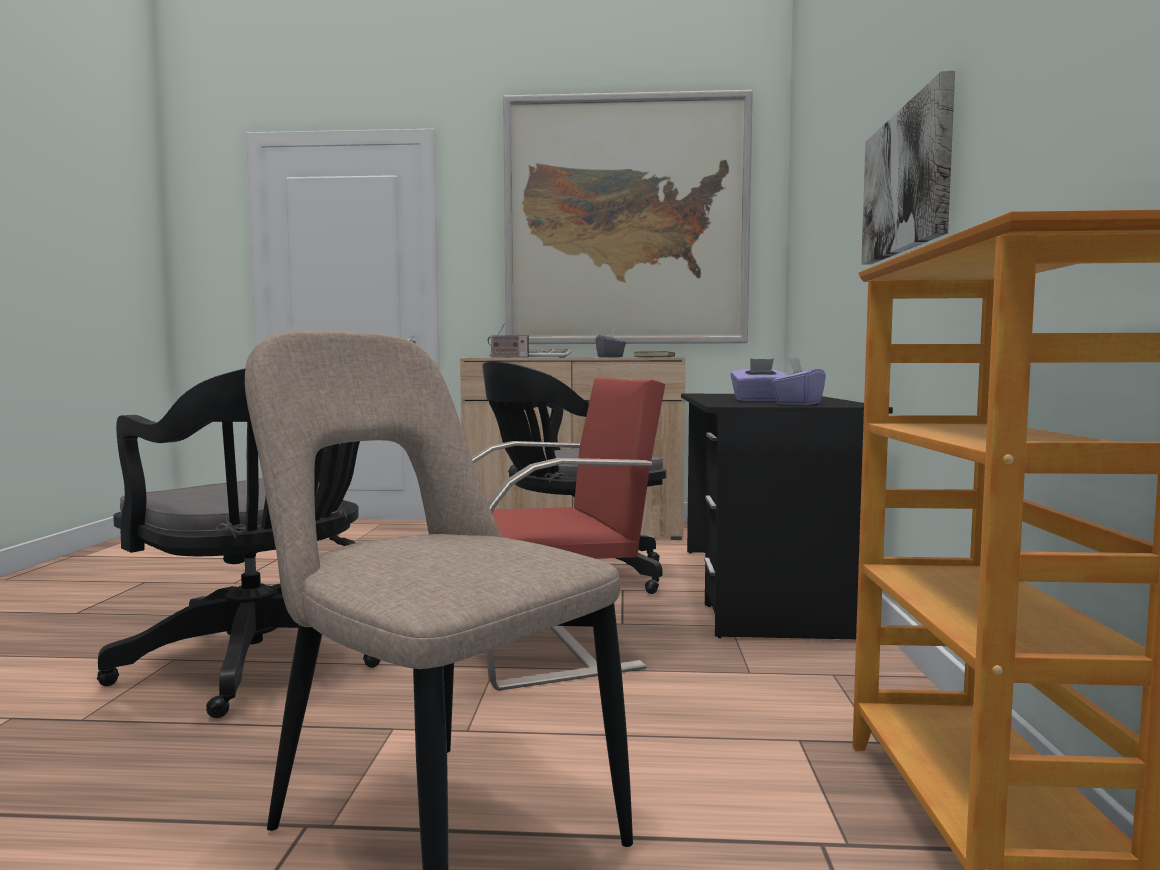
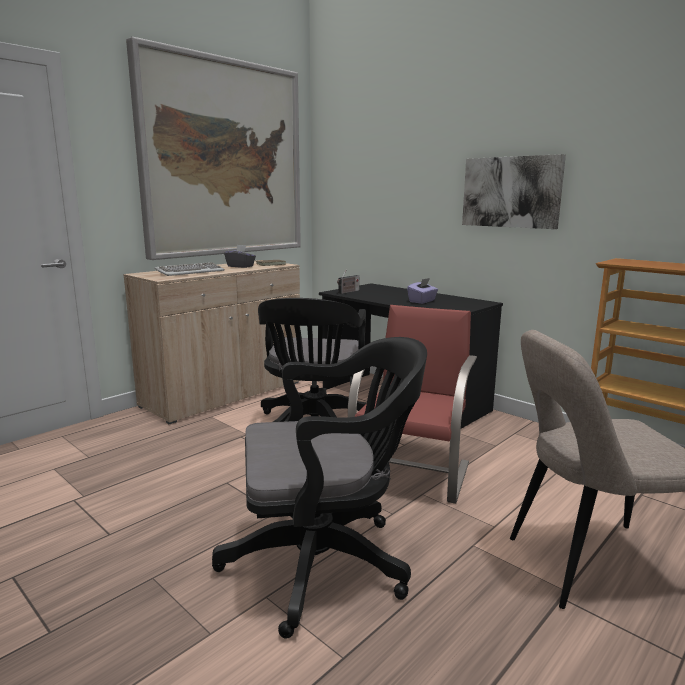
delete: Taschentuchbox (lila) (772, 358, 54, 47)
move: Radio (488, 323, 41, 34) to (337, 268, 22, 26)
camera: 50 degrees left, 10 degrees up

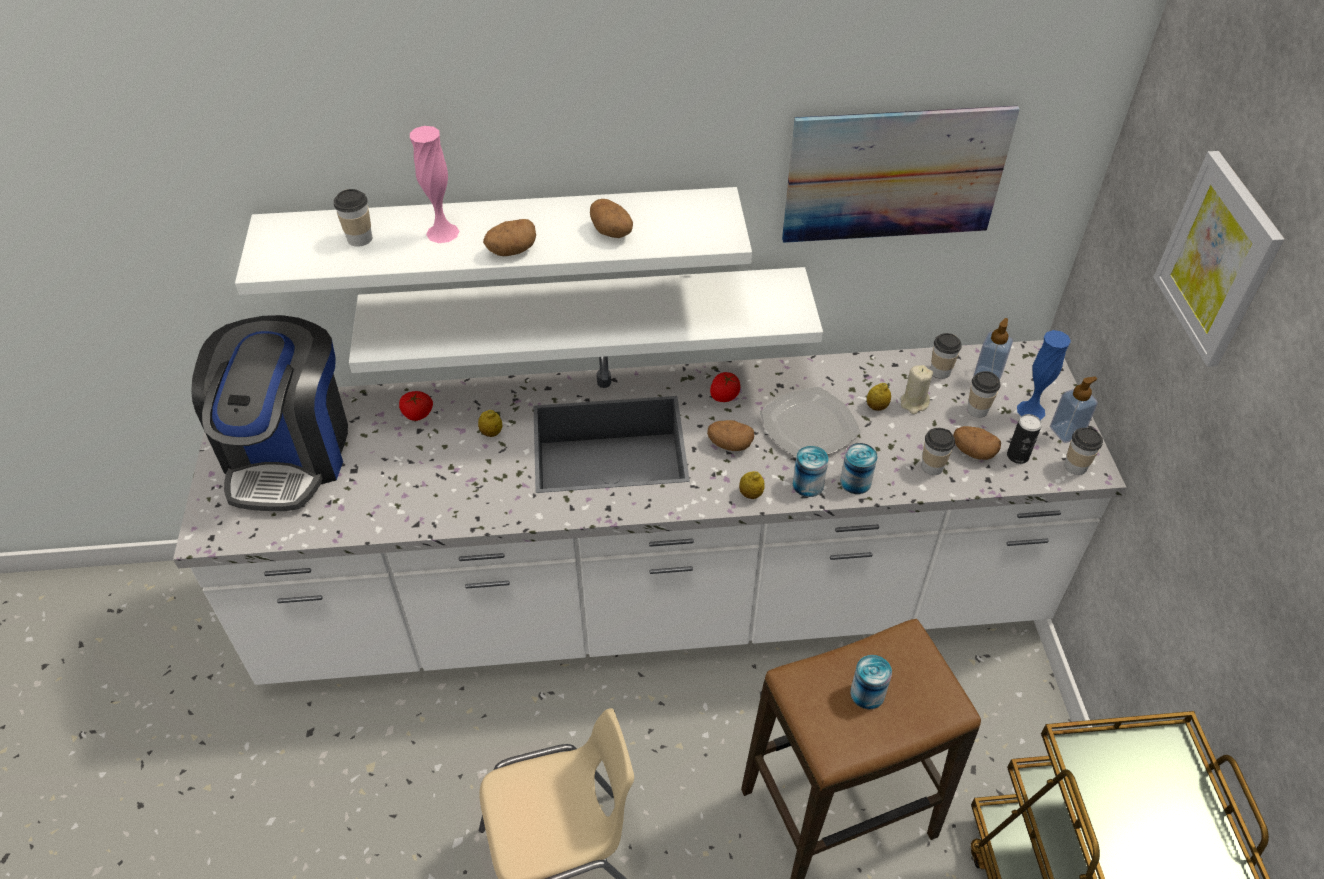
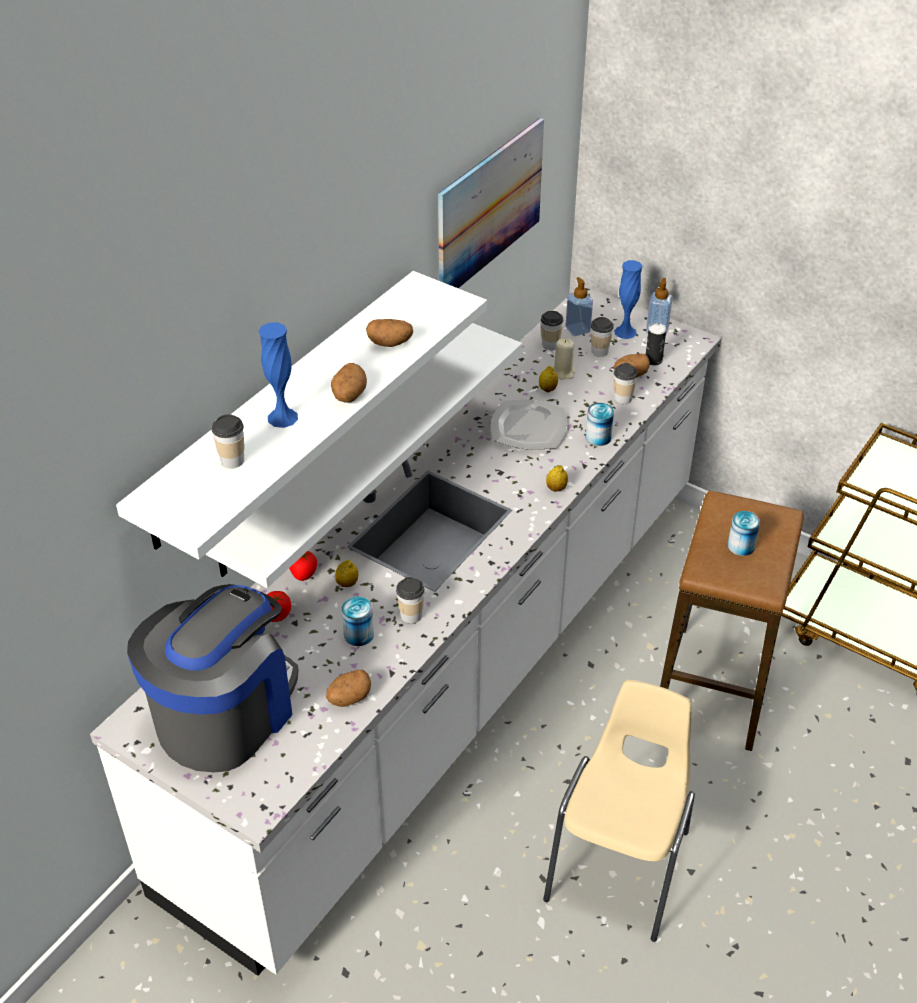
delete: Bild (1154, 151, 131, 216)
move: Kartoffel (707, 420, 47, 31) to (326, 670, 45, 37); Tomate (710, 372, 30, 30) to (289, 551, 28, 30); Dose (793, 446, 36, 51) to (342, 597, 32, 49); Tasse (1064, 427, 39, 48) to (396, 577, 28, 47)
recolor: Vase (rosa) (410, 126, 49, 117) to Vase (blau) (259, 322, 39, 106)
rotate: Kaffeemaschine (191, 315, 157, 196) = (127, 584, 171, 188) 105 degrees counterclockwise
camera: 50 degrees left, 5 degrees down

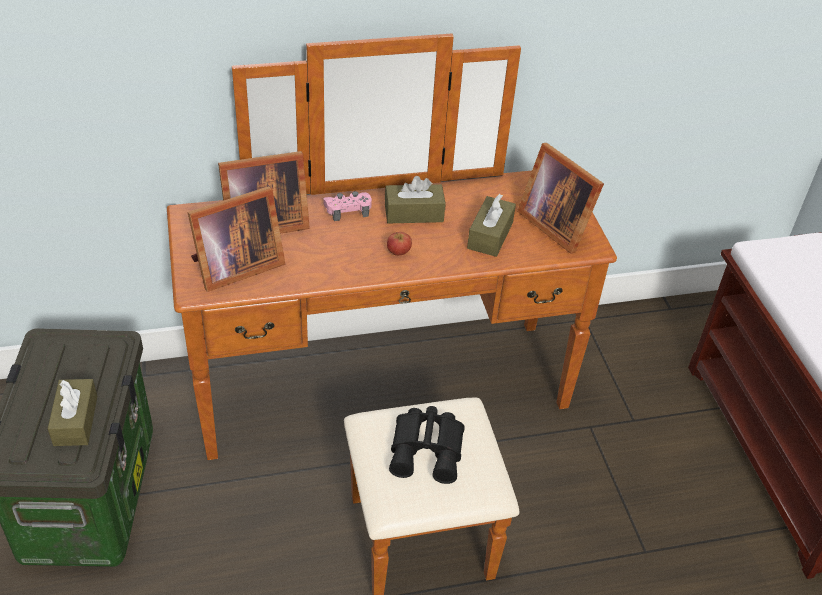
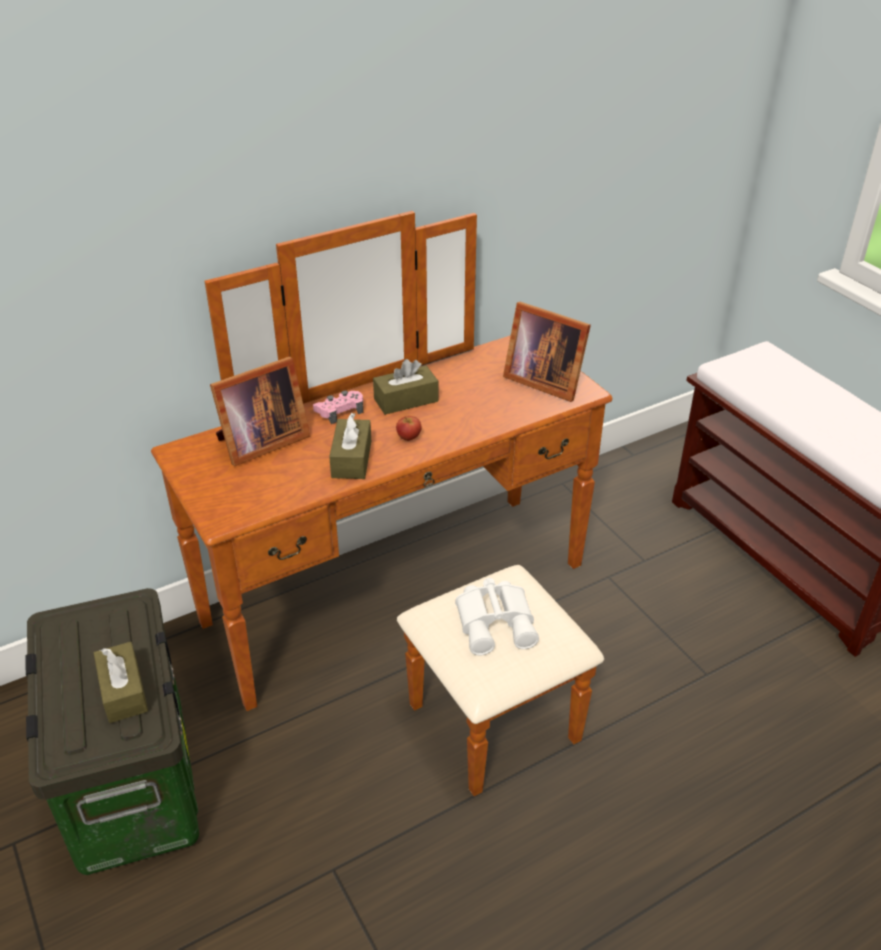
delete: Bilderrahmen (187, 186, 98, 106)
move: Taschentuchbox (braun) (467, 194, 49, 63) to (329, 413, 42, 66)
recolor: Fernglas (schwarz) (389, 406, 76, 78) to Fernglas (weiß) (455, 578, 84, 78)
camera: 15 degrees left, 5 degrees down

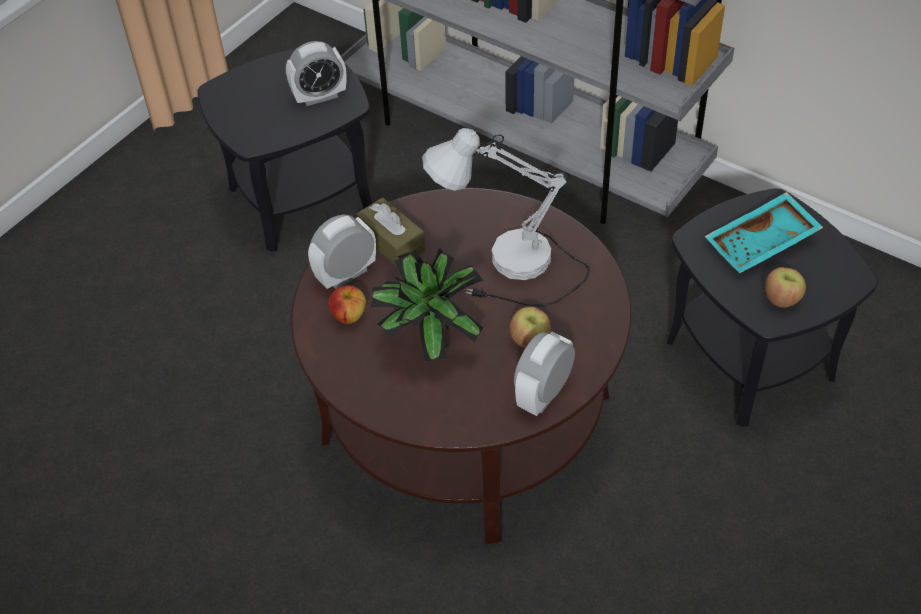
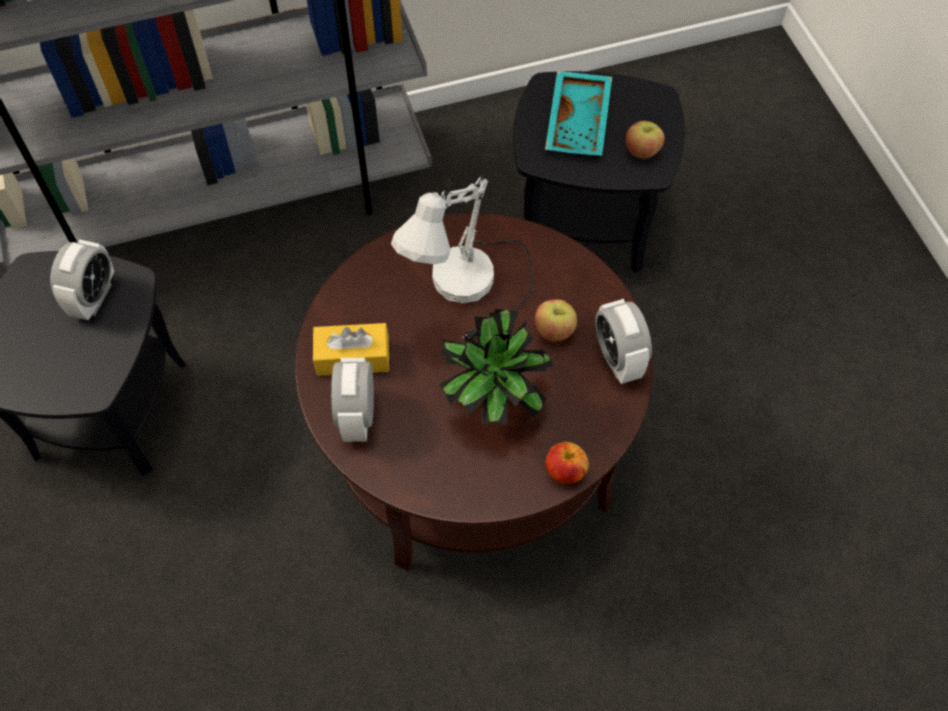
move: Apfel (329, 285, 37, 39) to (545, 442, 44, 42)
recolor: Taschentuchbox (braun) (356, 197, 69, 69) to Taschentuchbox (gelb) (313, 323, 76, 53)
camera: 55 degrees left, 10 degrees up

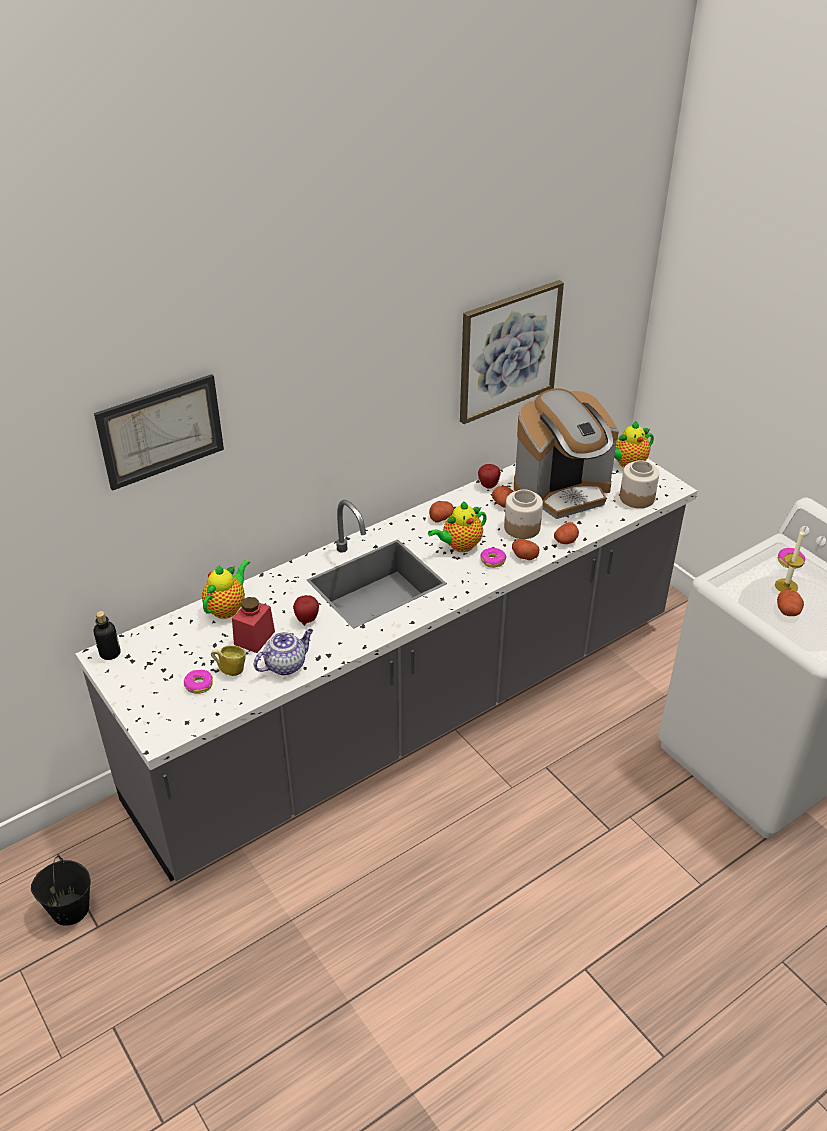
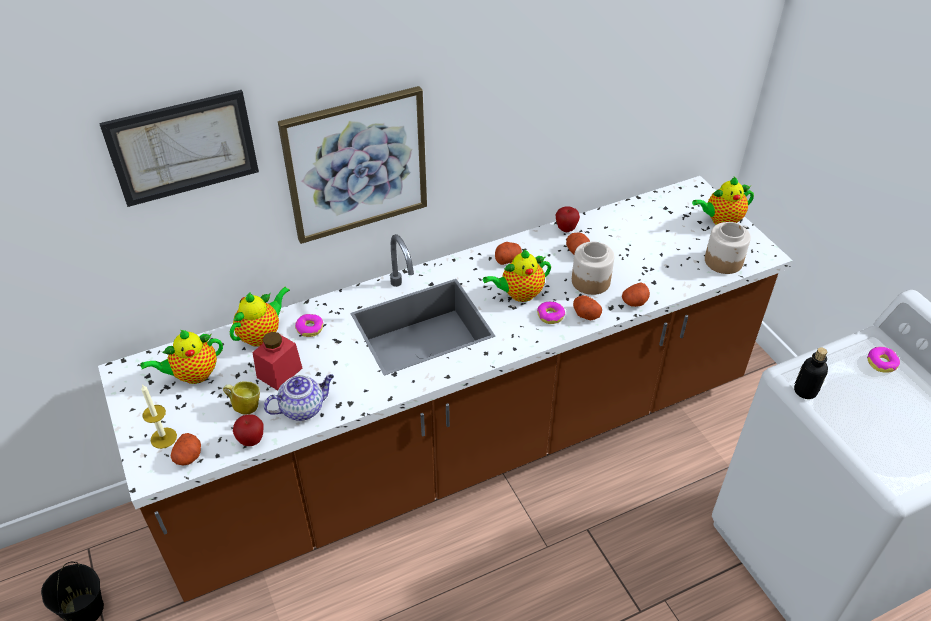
delete: Kaffeemaschine (514, 388, 105, 131)
insert: Teekanne (140, 330, 83, 54)
move: Flasche (94, 611, 26, 49) to (794, 347, 34, 52); Donut (184, 670, 29, 24) to (295, 314, 29, 23); Apfel (293, 595, 26, 28) to (233, 414, 30, 32); Bild (460, 280, 104, 144) to (278, 86, 149, 158); Kerze (775, 529, 30, 63) to (141, 384, 36, 65); Kartoffel (777, 590, 27, 26) to (171, 433, 30, 32)
recolor: Küchenzeile (grau) (75, 458, 622, 423) to Küchenzeile (braun) (98, 176, 695, 426)
camera: 10 degrees right, 5 degrees up

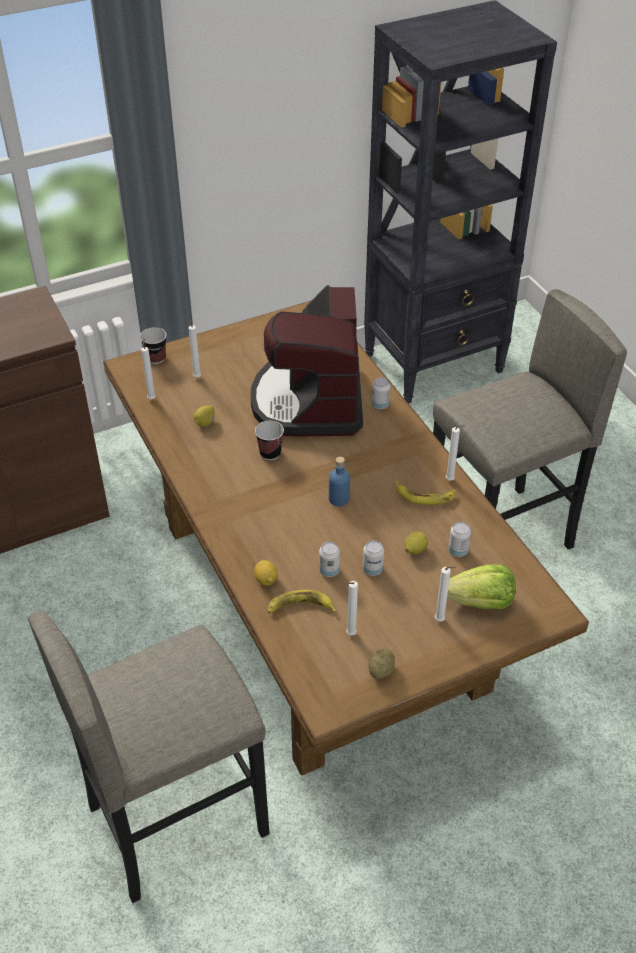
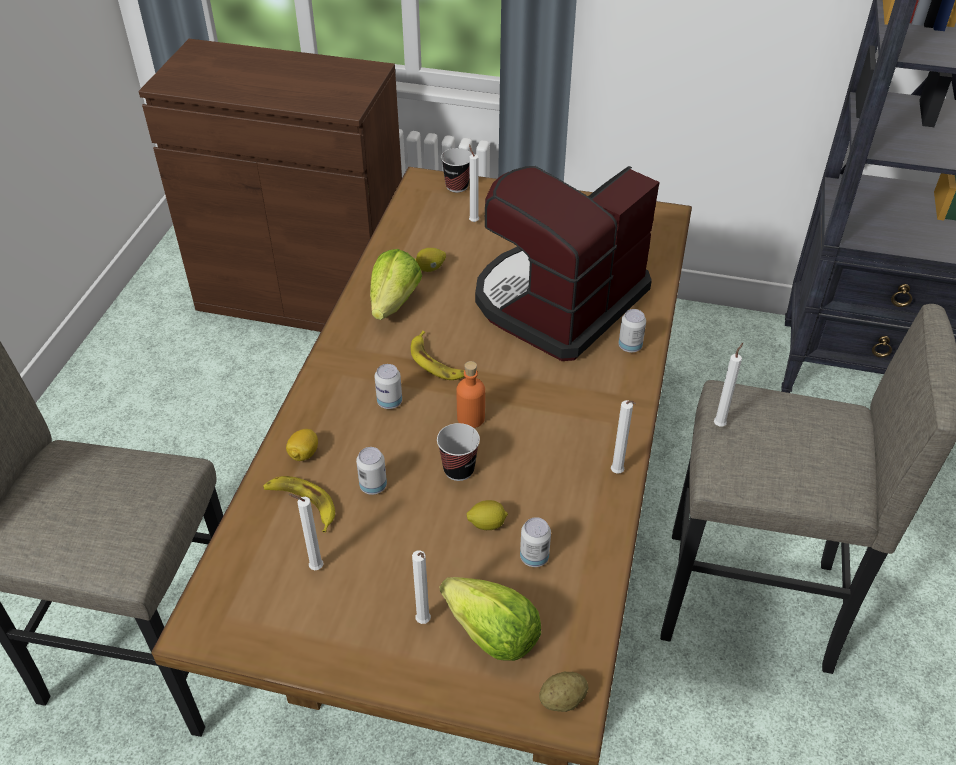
insert: Salatkopf (370, 249, 52, 71)
move: Kerze (weiß) (141, 339, 15, 60) to (714, 343, 29, 84); Tasse (255, 421, 29, 39) to (437, 423, 43, 58); Dose (363, 540, 21, 36) to (375, 364, 27, 45); Kartoffel (368, 648, 27, 31) to (539, 672, 50, 40); Banane (395, 481, 61, 24) to (411, 331, 53, 49)
recolor: Flasche (blau) (329, 457, 21, 49) to Flasche (orange) (457, 361, 28, 67)
camera: 40 degrees right, 0 degrees up

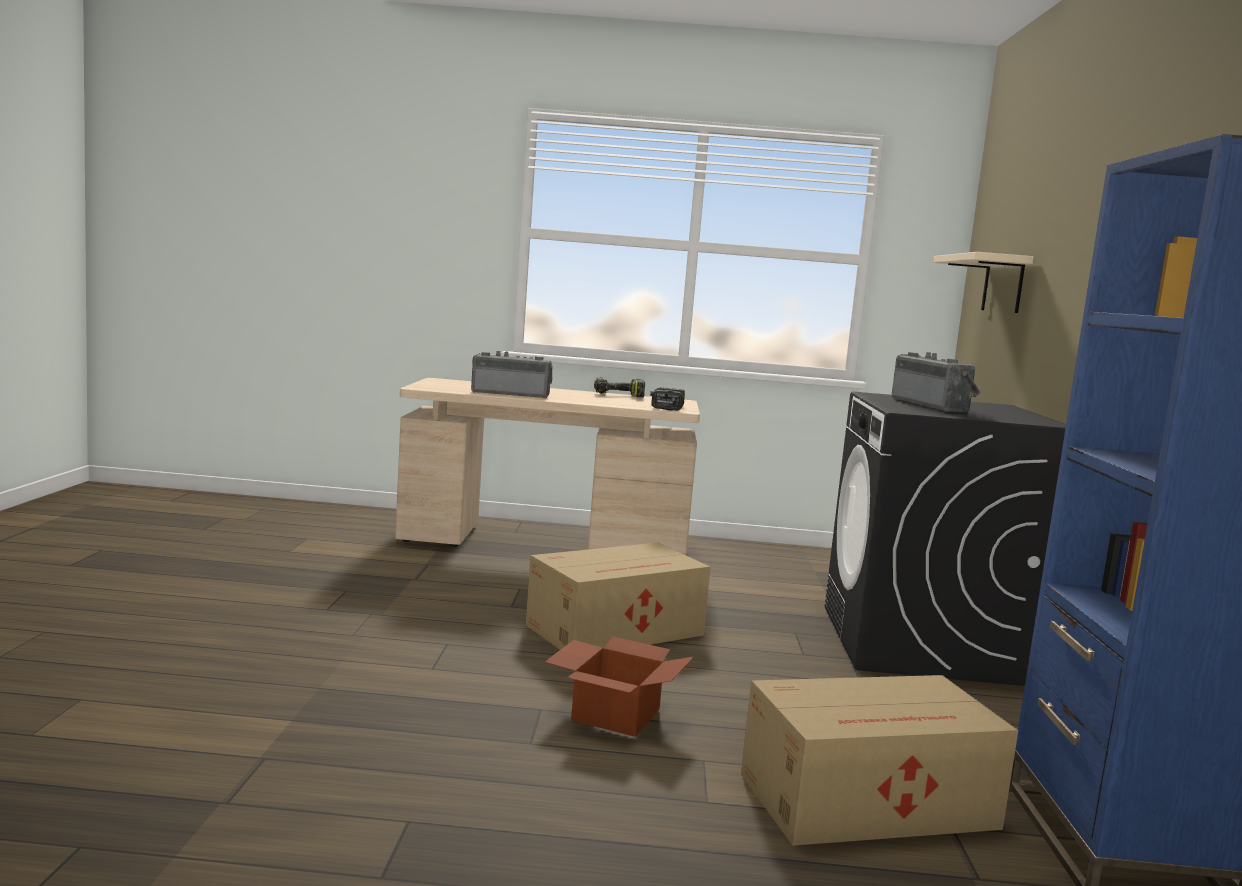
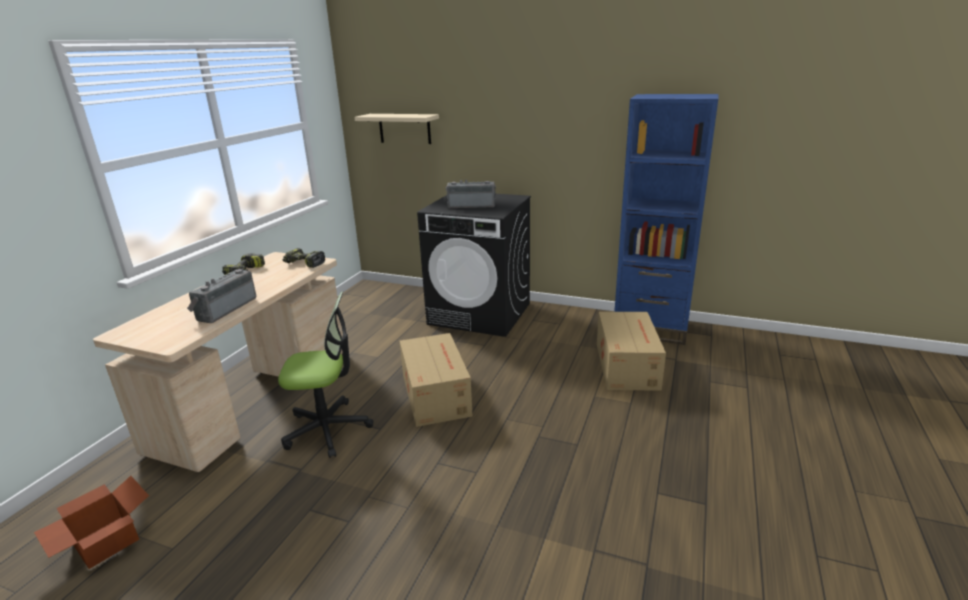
insert: Bürostuhl (278, 291, 96, 167)
move: Karton (545, 637, 149, 100) to (34, 476, 115, 93)
camera: 70 degrees left, 15 degrees up

